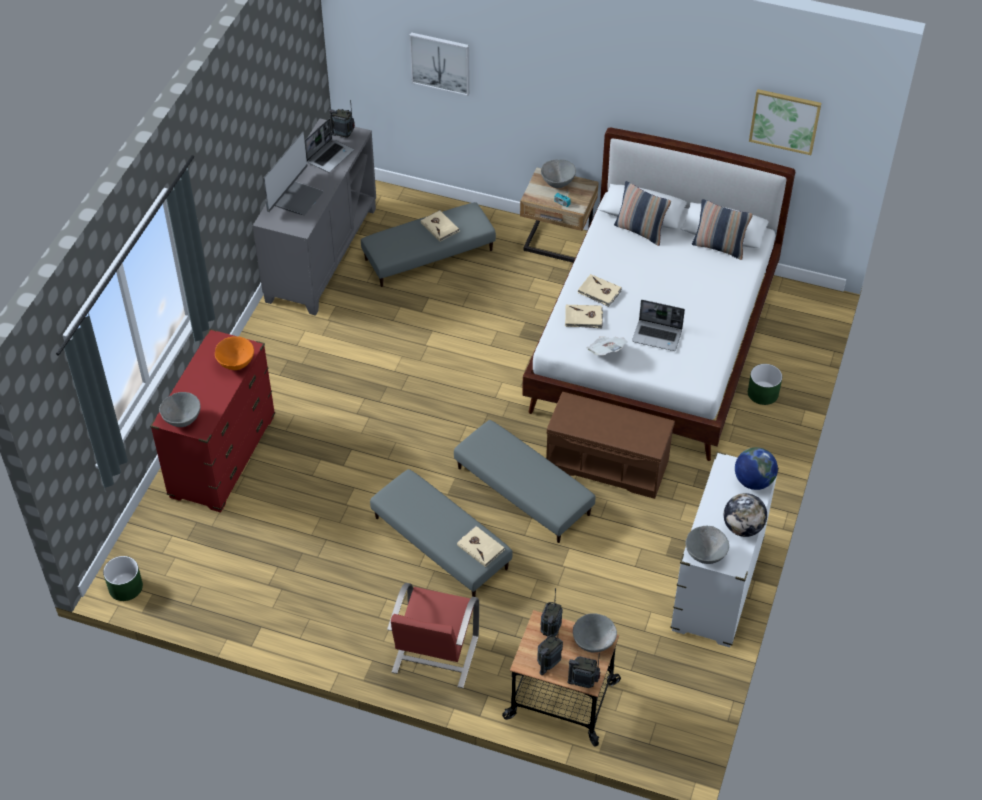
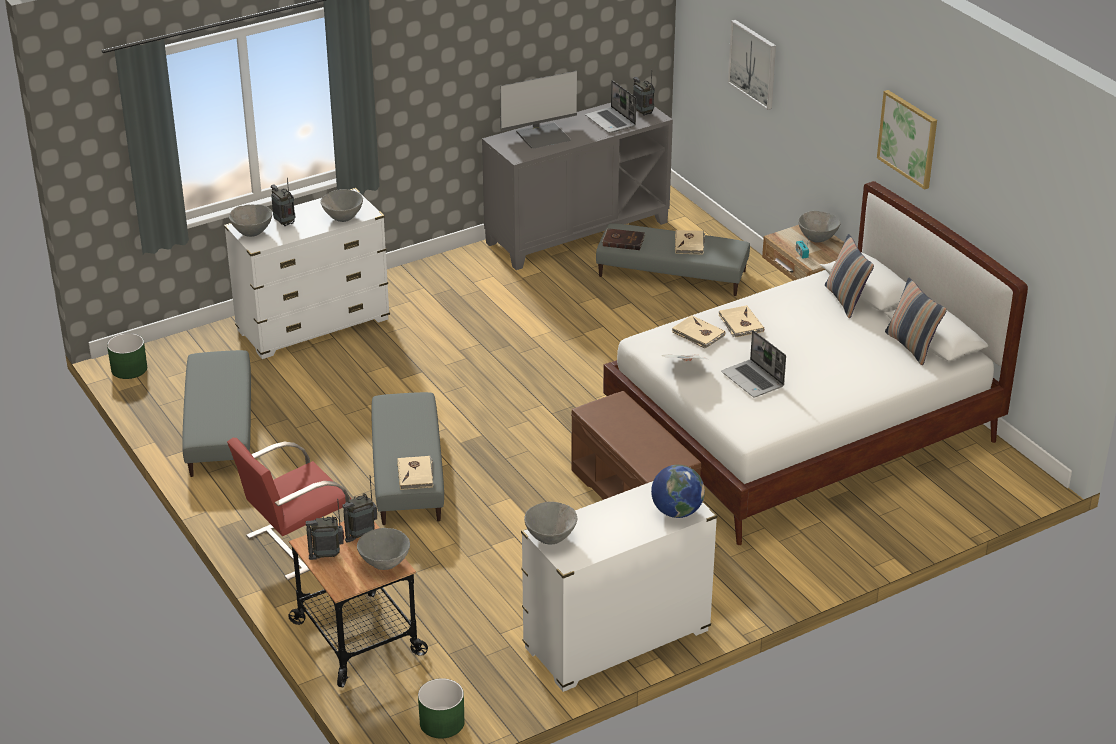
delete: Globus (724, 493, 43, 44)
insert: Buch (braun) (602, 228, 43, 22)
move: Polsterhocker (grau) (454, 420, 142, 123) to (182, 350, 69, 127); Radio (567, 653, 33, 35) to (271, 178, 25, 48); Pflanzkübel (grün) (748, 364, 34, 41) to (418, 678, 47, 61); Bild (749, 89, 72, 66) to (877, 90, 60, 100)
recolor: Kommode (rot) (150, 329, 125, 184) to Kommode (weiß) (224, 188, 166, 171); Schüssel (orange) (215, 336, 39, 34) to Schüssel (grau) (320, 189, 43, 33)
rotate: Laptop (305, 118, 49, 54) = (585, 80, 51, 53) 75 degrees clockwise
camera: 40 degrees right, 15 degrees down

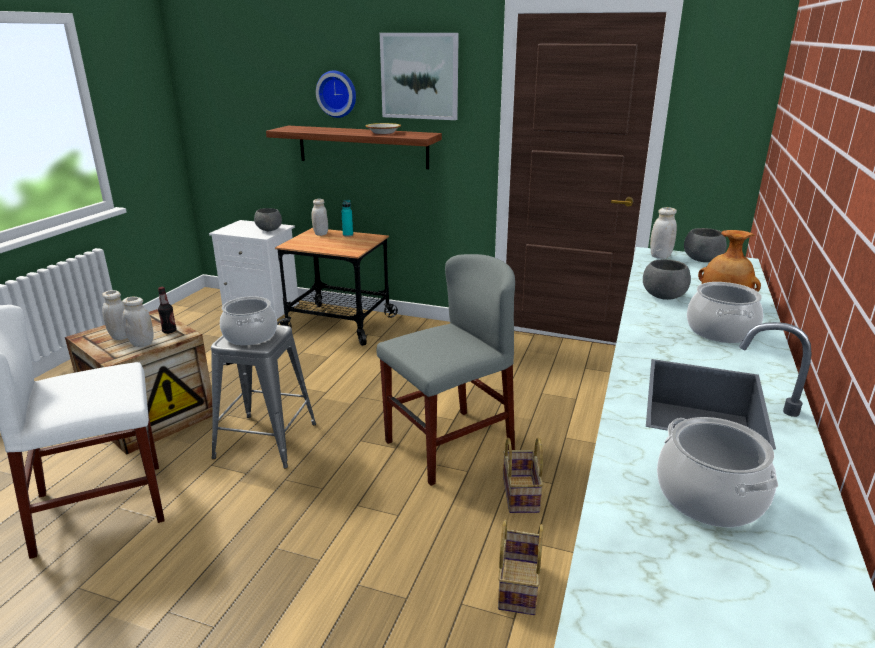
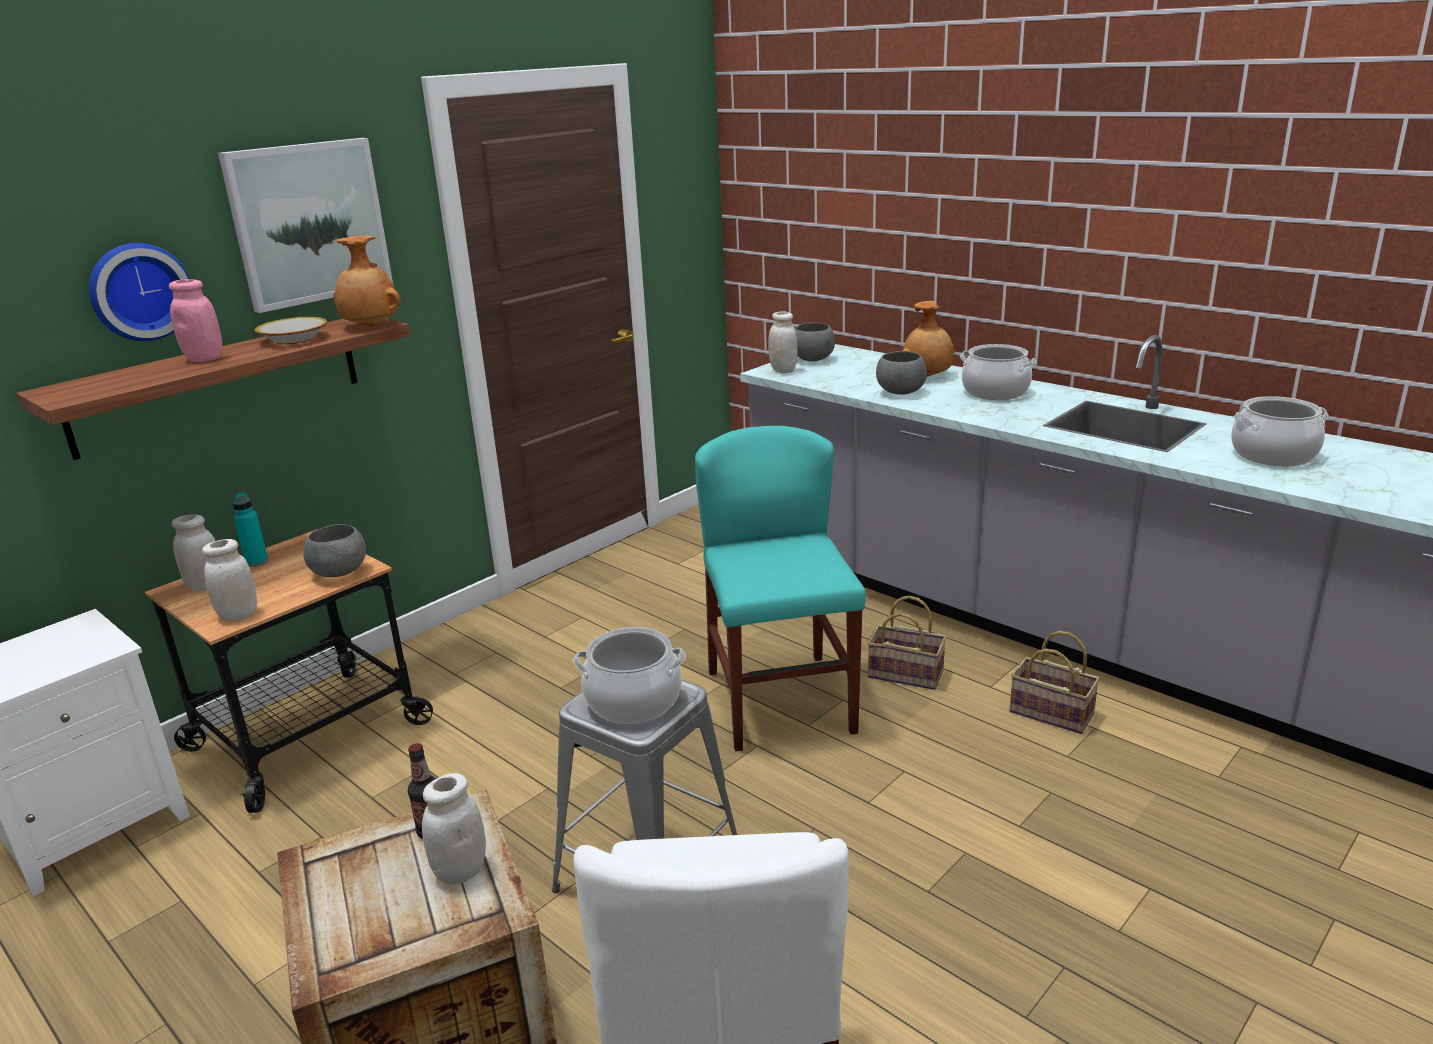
insert: Vorratsglas (rosa) (169, 279, 54, 83); Vase (braun) (334, 236, 67, 90)
move: Vorratsglas (weiß) (102, 290, 25, 50) to (202, 539, 55, 82); Schüssel (grau) (254, 208, 28, 23) to (303, 524, 63, 53)
recolor: Stuhl (grau) (377, 254, 138, 232) to Stuhl (türkis) (695, 426, 171, 325)
camera: 65 degrees left, 0 degrees up

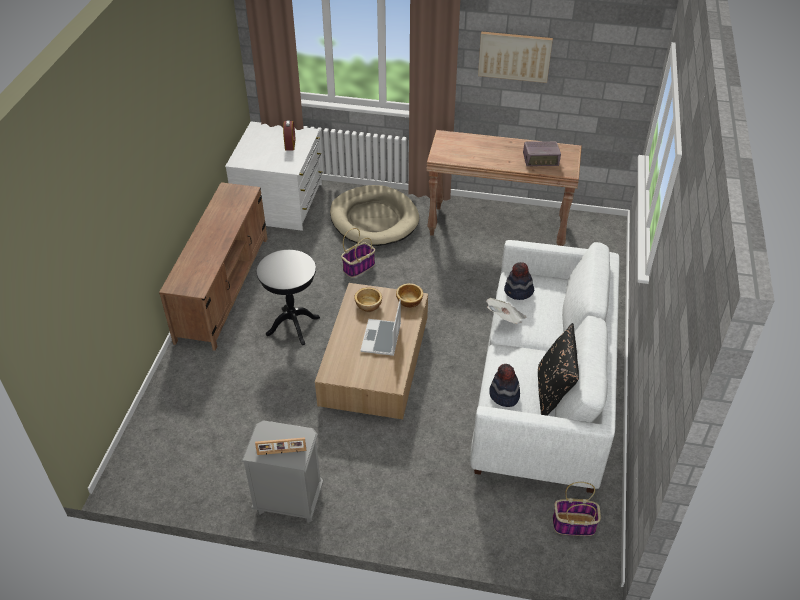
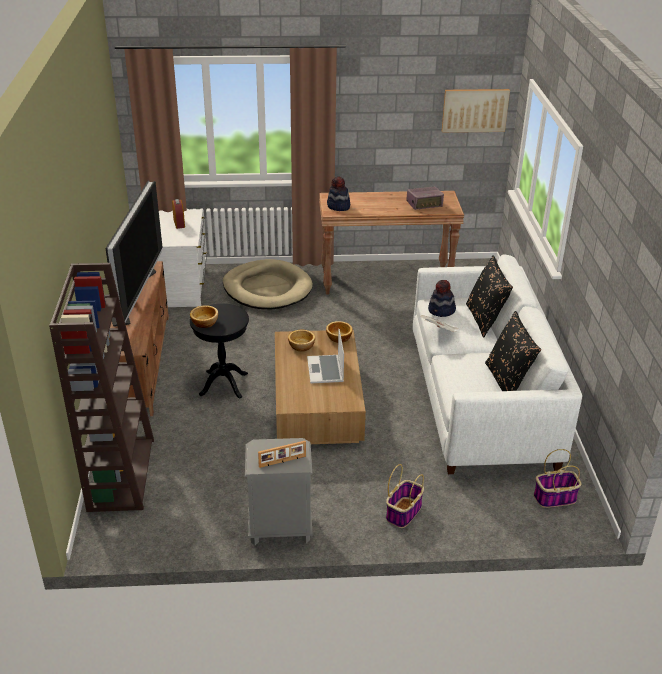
insert: Bücherregal (braun) (49, 263, 105, 249); Fernseher (105, 181, 58, 145); Schüssel (190, 305, 28, 23); Kissen (schwarz) (466, 255, 47, 83)
move: Korb (341, 228, 34, 50) to (386, 464, 38, 64); Bild (478, 31, 75, 52) to (442, 89, 68, 44); Hut (489, 364, 31, 43) to (327, 176, 23, 35)
camera: 15 degrees left, 10 degrees down

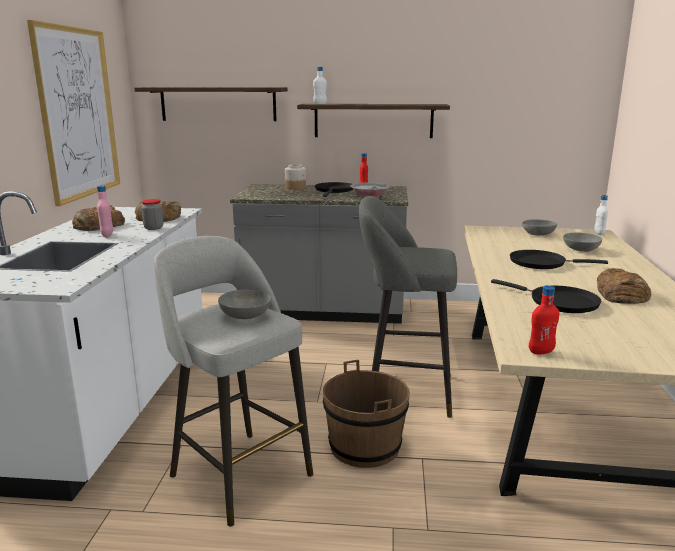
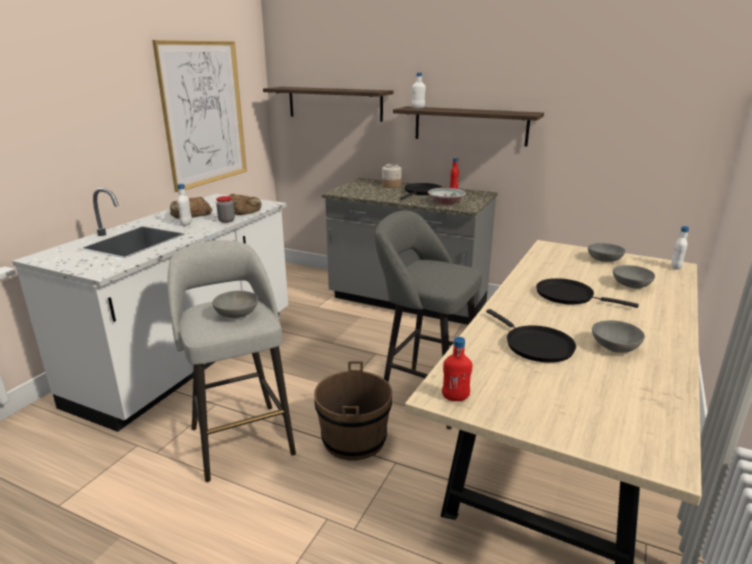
replace: Brot (597, 268, 54, 36) to Schüssel (grau) (592, 320, 53, 33)
recolor: Flasche (rosa) (97, 185, 16, 52) to Flasche (weiß) (177, 184, 15, 42)
camera: 20 degrees right, 5 degrees up

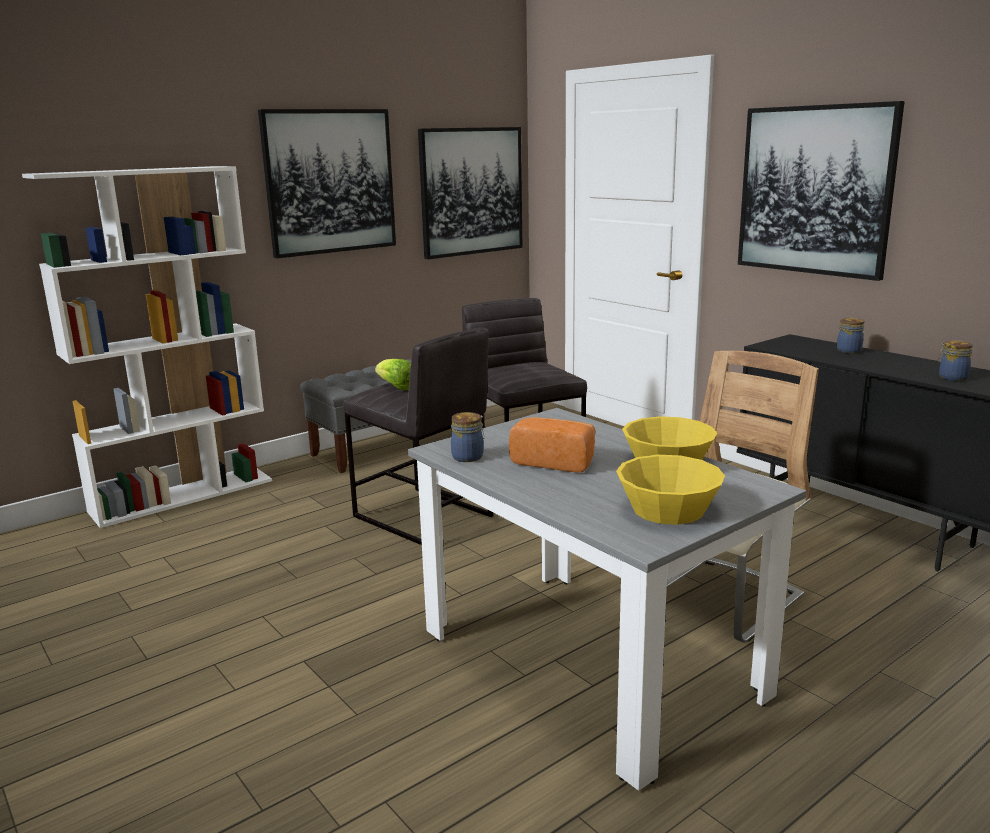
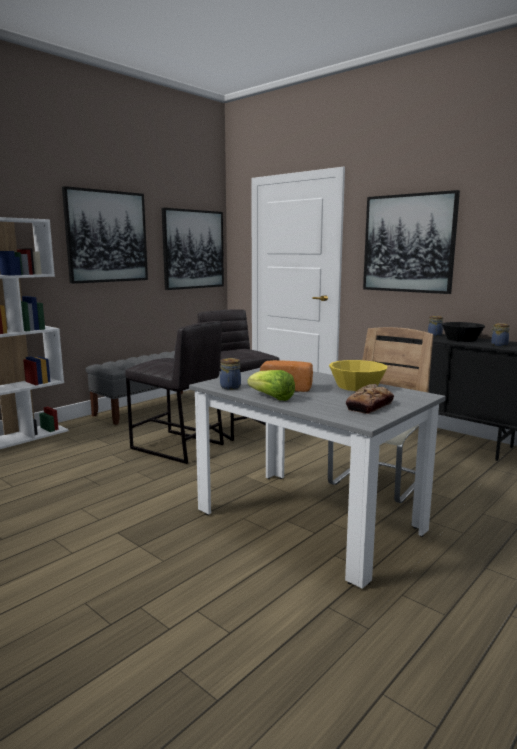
insert: Schüssel (schwarz) (441, 322, 44, 20)
move: Salatkopf (375, 359, 36, 31) to (247, 370, 48, 31)
replace: Schüssel (gelb) (616, 455, 109, 70) to Brot (346, 384, 48, 30)
camera: 10 degrees left, 5 degrees down

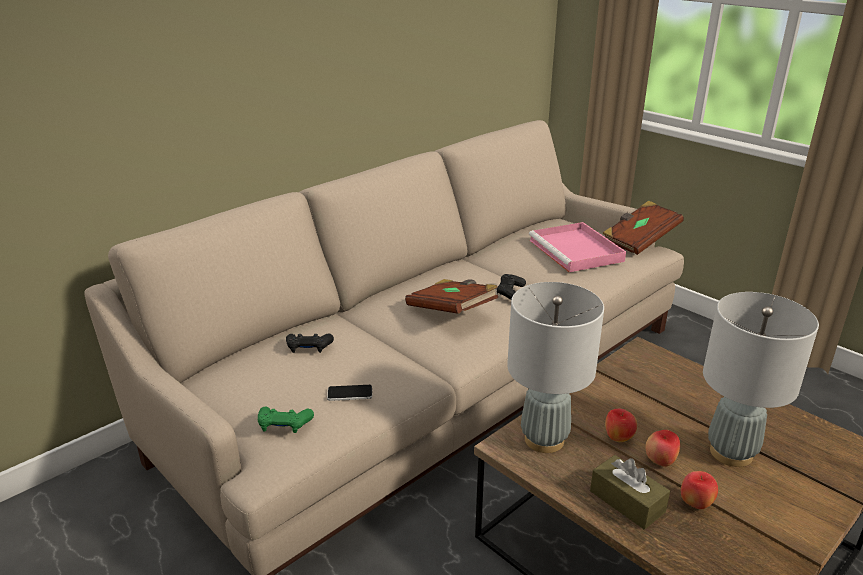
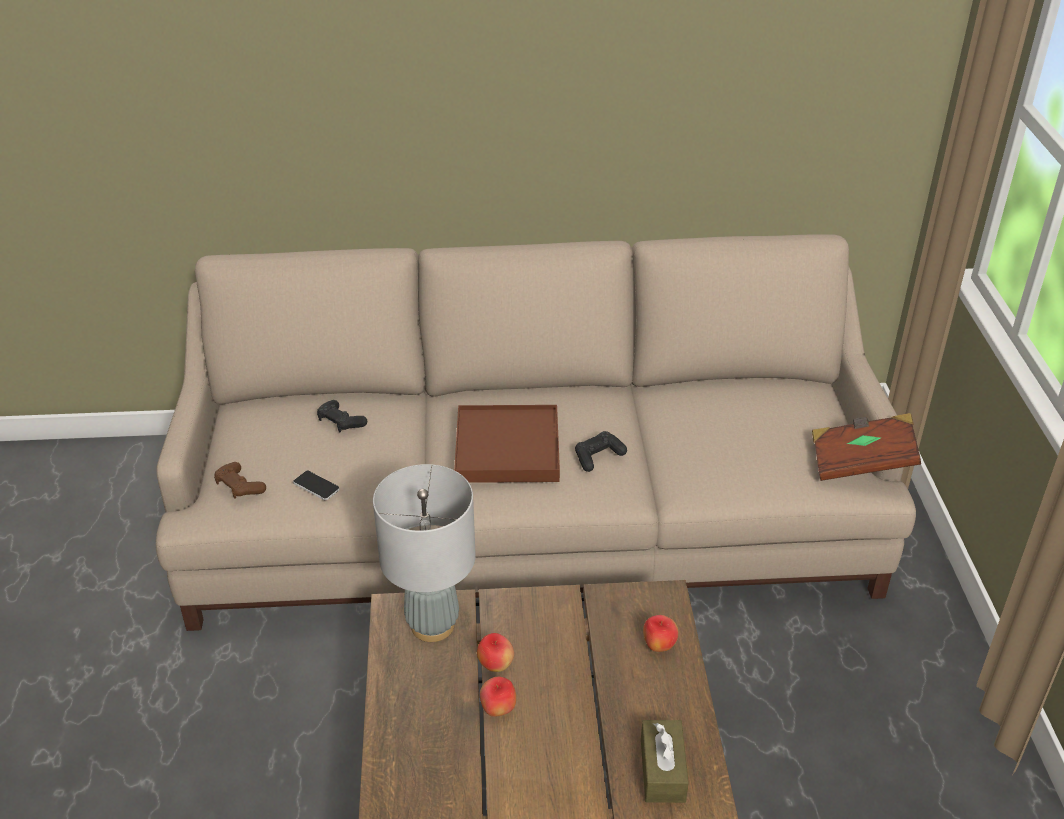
delete: Tablett (rosa) (529, 222, 97, 50); Tischlampe (grau) (703, 292, 116, 175)
move: Taschentuchbox (braun) (590, 455, 80, 74) to (641, 720, 48, 83); Apfel (681, 471, 37, 38) to (643, 615, 35, 37)
replace: Buch (braun) (405, 279, 93, 35) to Tablett (braun) (454, 405, 106, 78)
recolor: Gamepad (grün) (258, 406, 56, 27) to Gamepad (braun) (214, 462, 52, 37)
camera: 40 degrees right, 10 degrees up

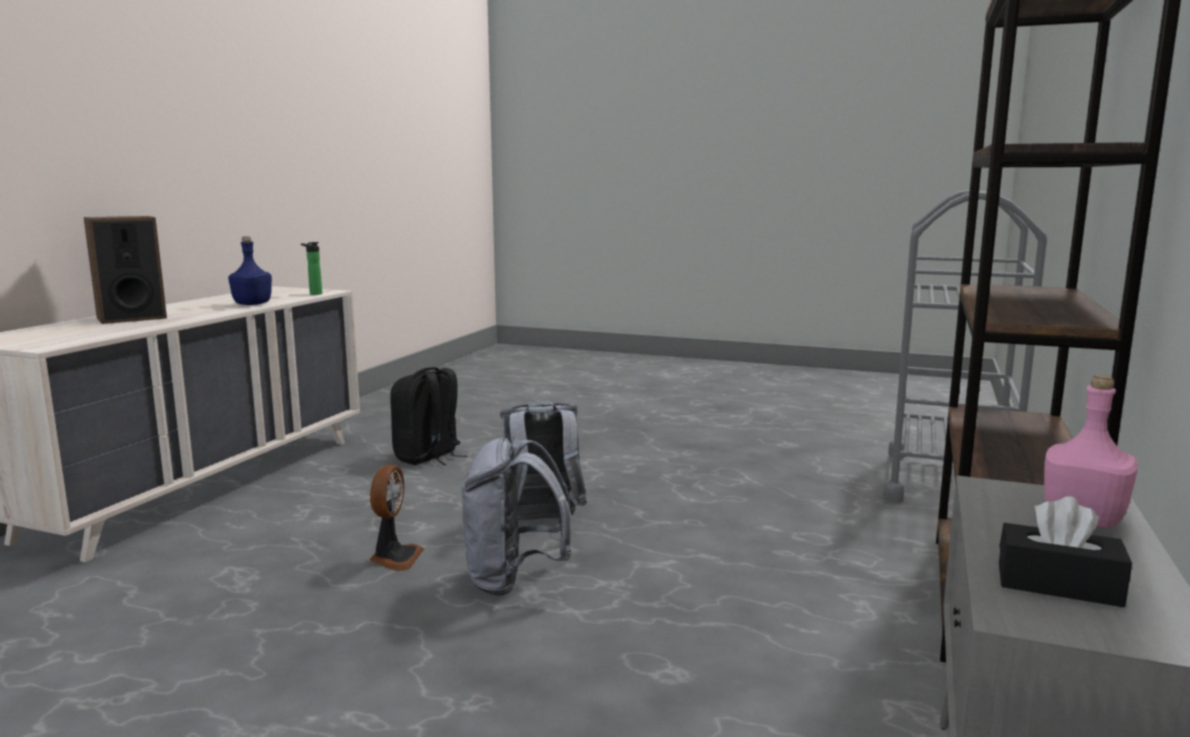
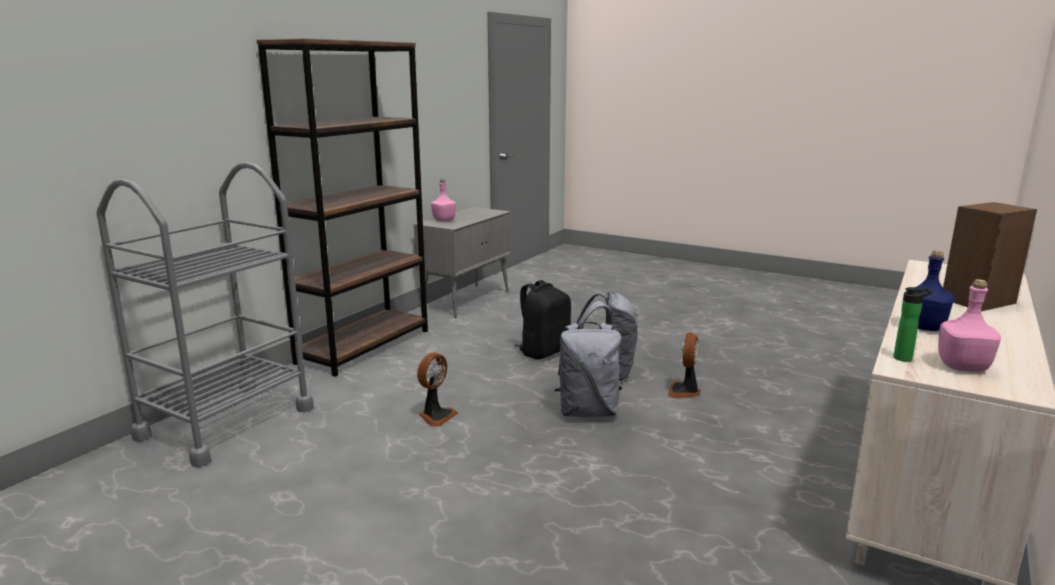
delete: Taschentuchbox (schwarz) (999, 496, 133, 111)
insert: Ventilator (417, 353, 41, 74); Flasche (rosa) (938, 279, 63, 93)
move: Rucksack (schwarz) (390, 367, 77, 99) to (515, 280, 56, 79)
camera: 170 degrees left, 5 degrees up

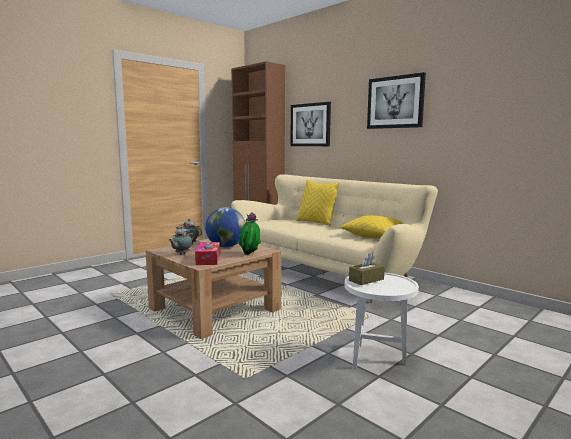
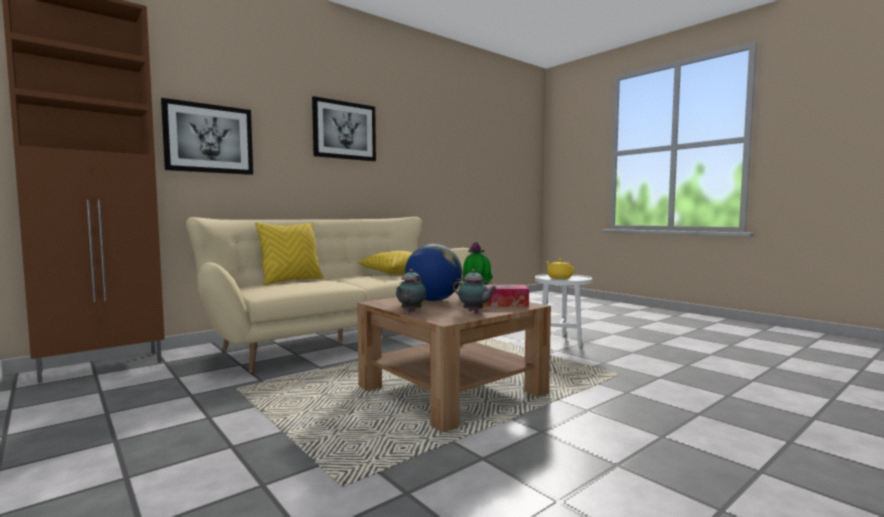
replace: Taschentuchbox (braun) (349, 253, 36, 32) to Teekanne (gelb) (545, 259, 29, 20)
camera: 85 degrees left, 5 degrees down

